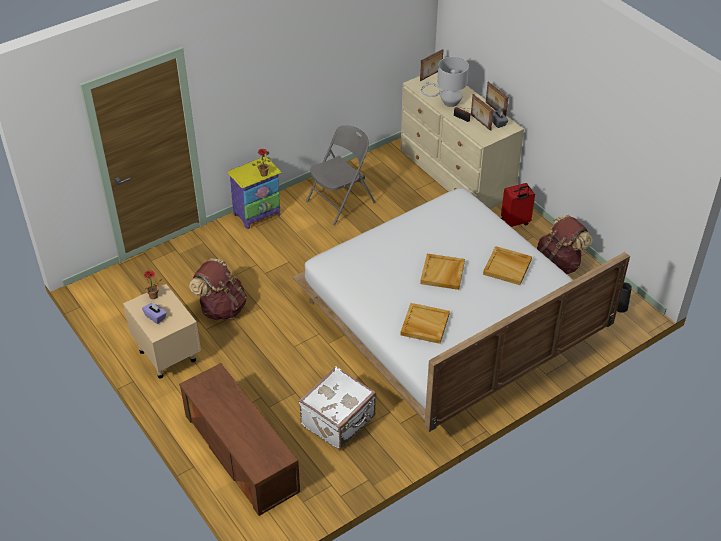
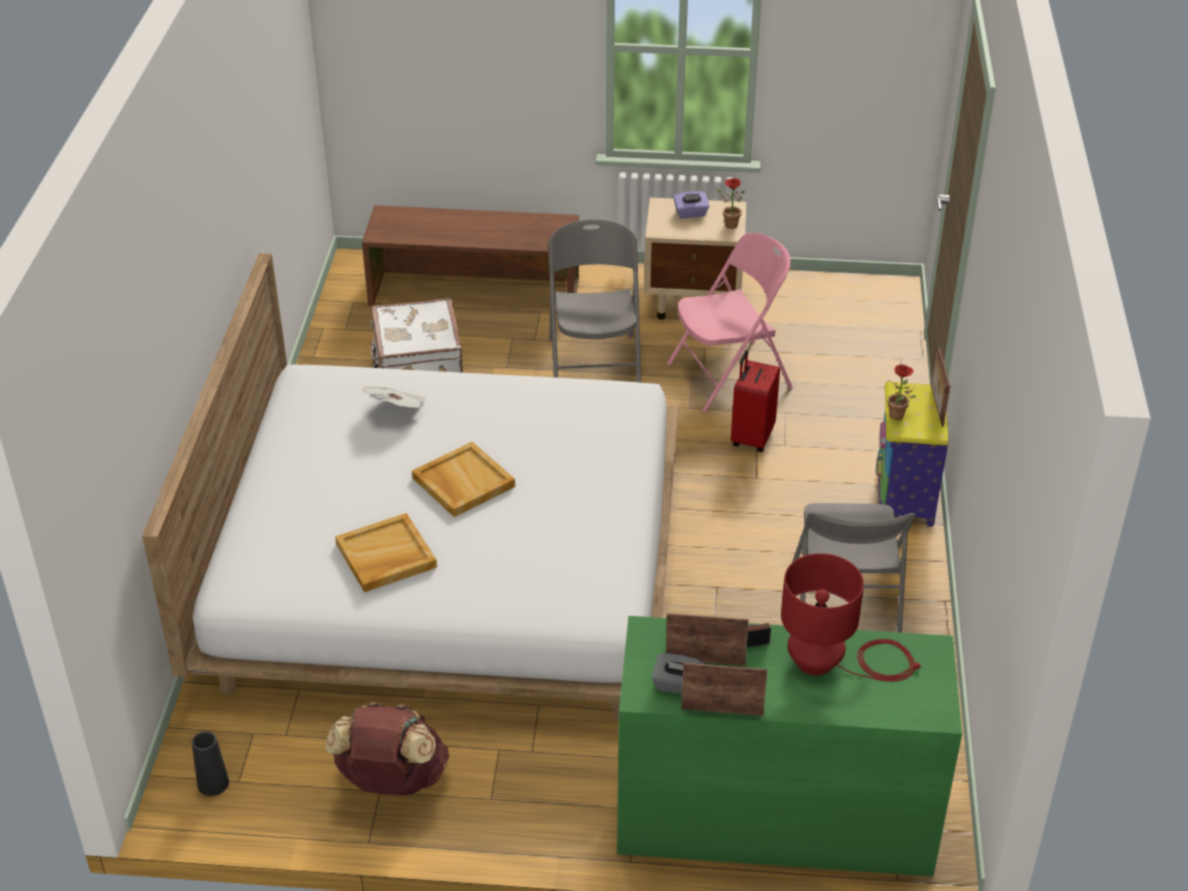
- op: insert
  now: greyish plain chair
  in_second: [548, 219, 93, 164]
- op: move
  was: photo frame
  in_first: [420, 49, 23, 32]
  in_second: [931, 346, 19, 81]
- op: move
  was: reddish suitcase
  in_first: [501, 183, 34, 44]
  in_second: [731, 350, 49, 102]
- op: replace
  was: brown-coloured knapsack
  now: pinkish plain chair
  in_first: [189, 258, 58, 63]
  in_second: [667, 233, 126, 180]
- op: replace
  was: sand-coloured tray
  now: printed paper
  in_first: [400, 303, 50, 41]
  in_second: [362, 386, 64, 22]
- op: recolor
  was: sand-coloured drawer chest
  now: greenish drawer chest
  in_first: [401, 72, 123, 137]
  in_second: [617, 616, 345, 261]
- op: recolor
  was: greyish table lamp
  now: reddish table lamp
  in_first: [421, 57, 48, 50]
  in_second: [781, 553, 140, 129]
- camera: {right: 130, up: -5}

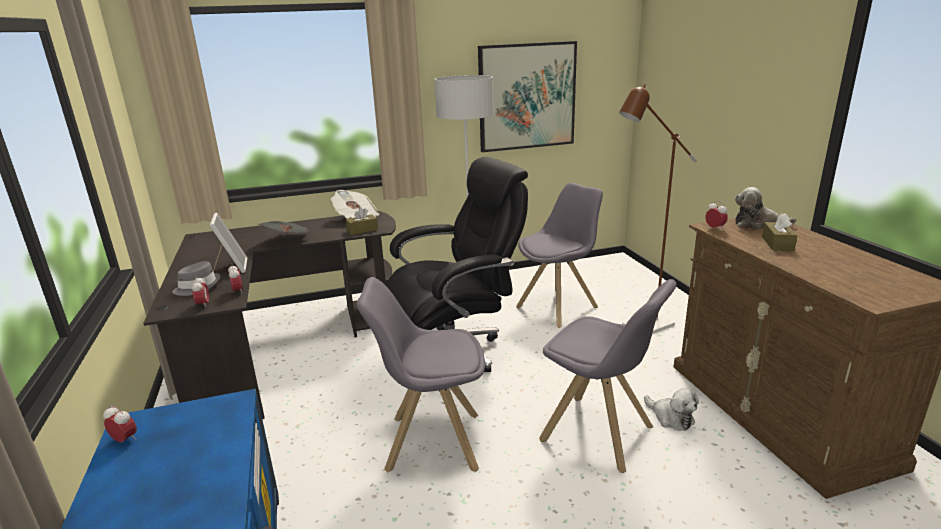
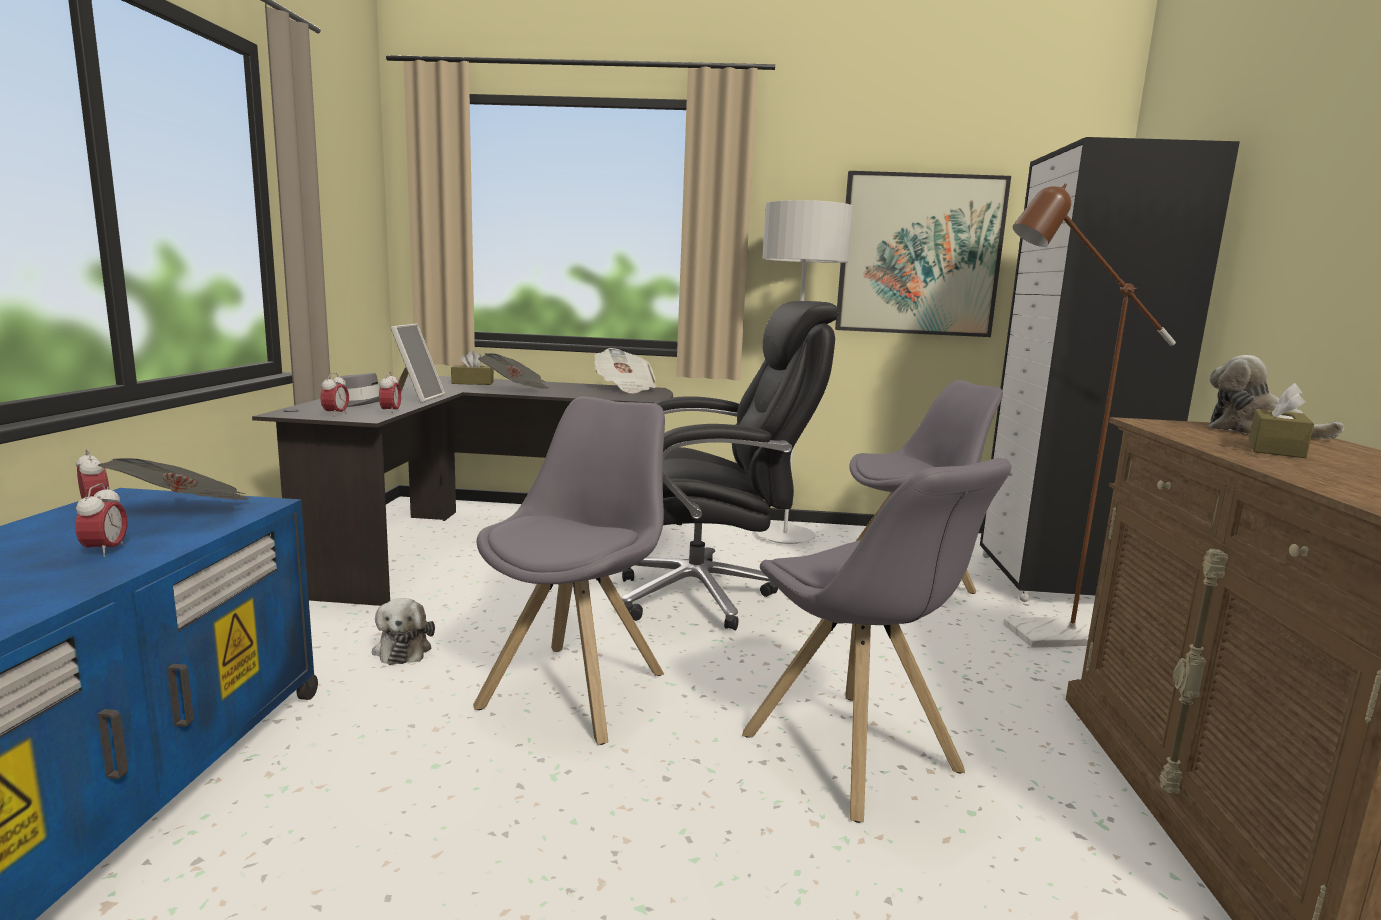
- op: insert
  now: printed paper
  in_second: [98, 458, 152, 42]
- op: insert
  now: armoire
  in_second: [980, 137, 260, 465]
- op: move
  was: brown-coloured box of tissues
  in_first: [346, 207, 32, 28]
  in_second: [451, 350, 43, 35]
- op: move
  was: plush toy
  in_first: [644, 388, 55, 43]
  in_second: [372, 598, 63, 67]
- op: move
  was: table clock
  in_first: [705, 201, 23, 29]
  in_second: [75, 483, 52, 74]
- op: rotate
  was: greyish plain chair
  in_first: [357, 277, 128, 195]
  in_second: [473, 396, 192, 349]
  clockwise: 90
- camera: {right: 20, up: -10}

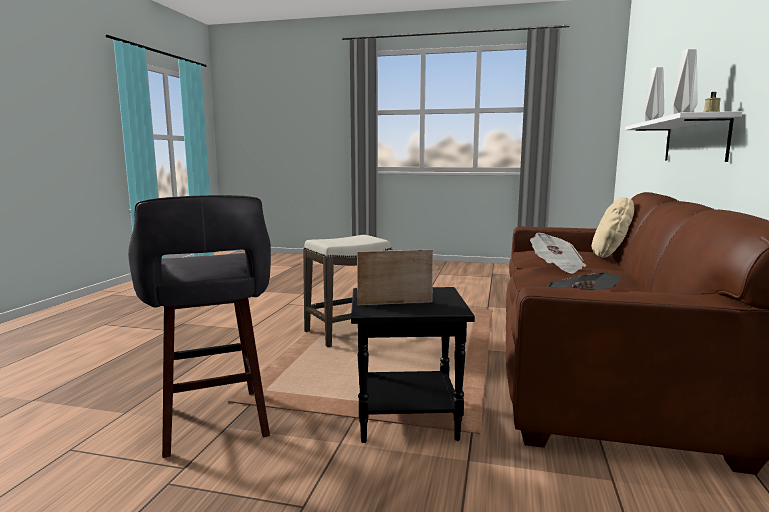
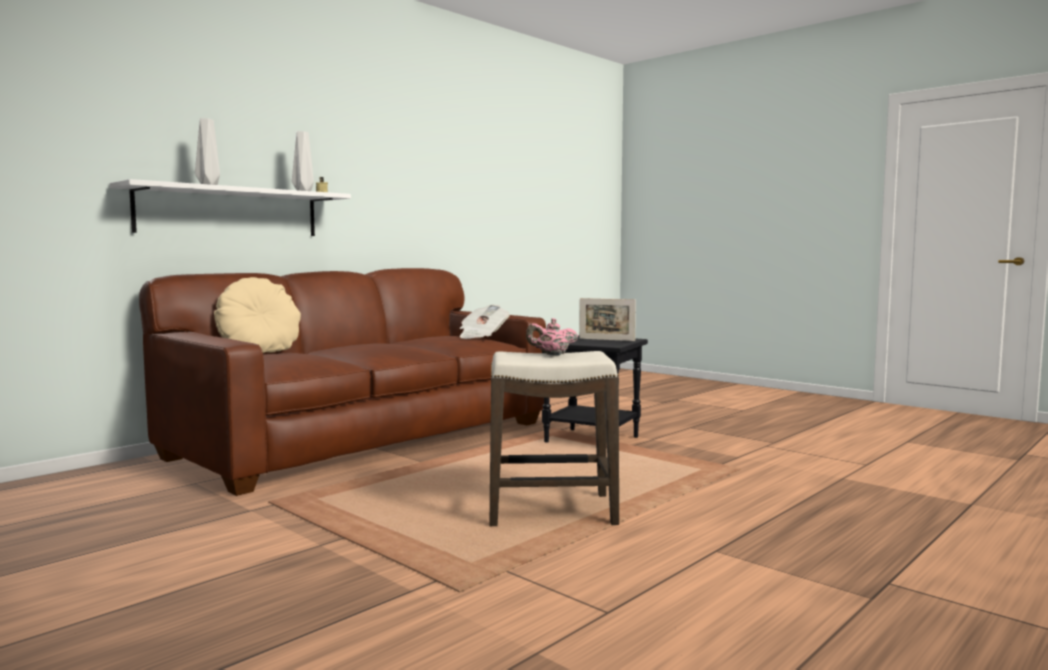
- op: delete
  was: greyish stool seat
  in_first: [128, 195, 143, 263]
- op: delete
  was: printed paper
  in_first: [530, 233, 57, 41]
- op: insert
  now: pinkish teapot
  in_second: [526, 318, 52, 38]
- camera: {right: -150, up: -5}

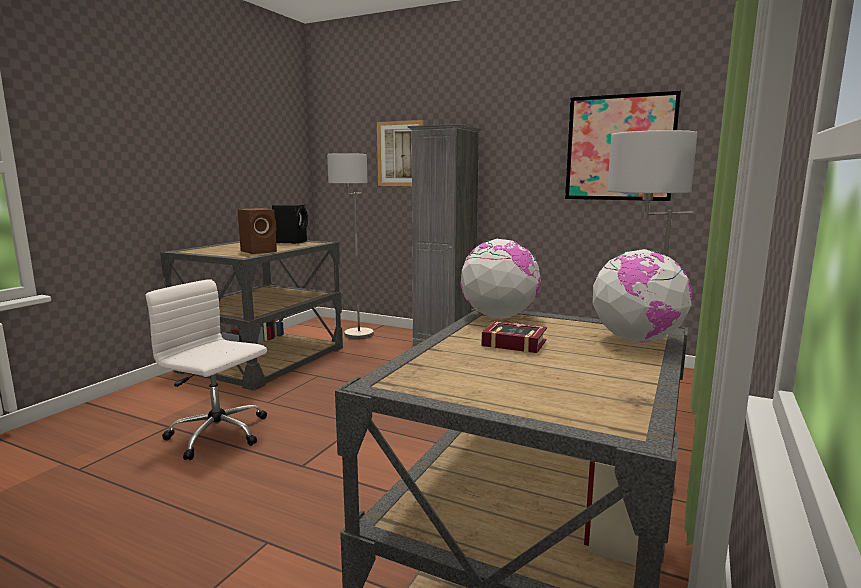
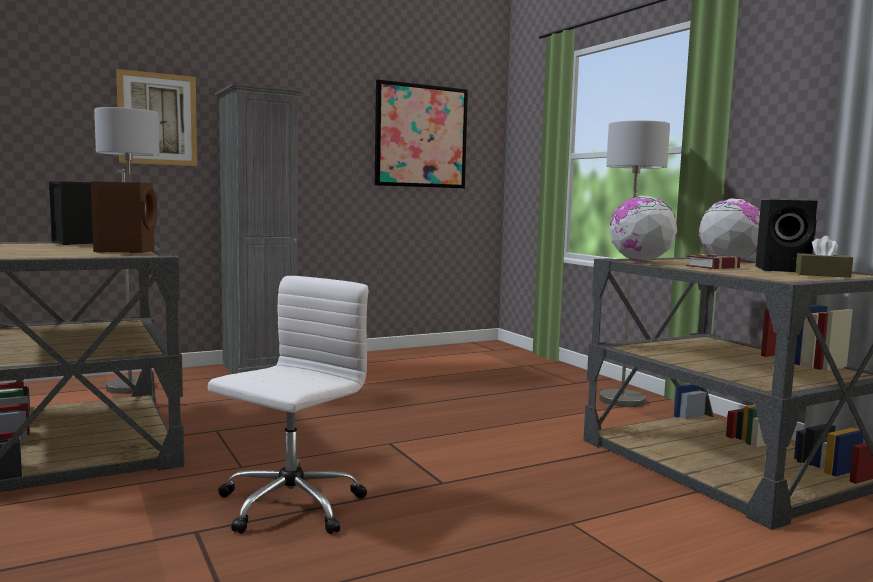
- op: insert
  now: blackish loudspeaker
  in_second: [756, 200, 61, 72]
- op: insert
  now: brown-coloured box of tissues
  in_second: [796, 236, 57, 42]
- op: rotate
  was: white office chair
  in_first: [146, 279, 121, 181]
  in_second: [208, 276, 160, 258]
  clockwise: 150
- camera: {right: -55, up: -5}

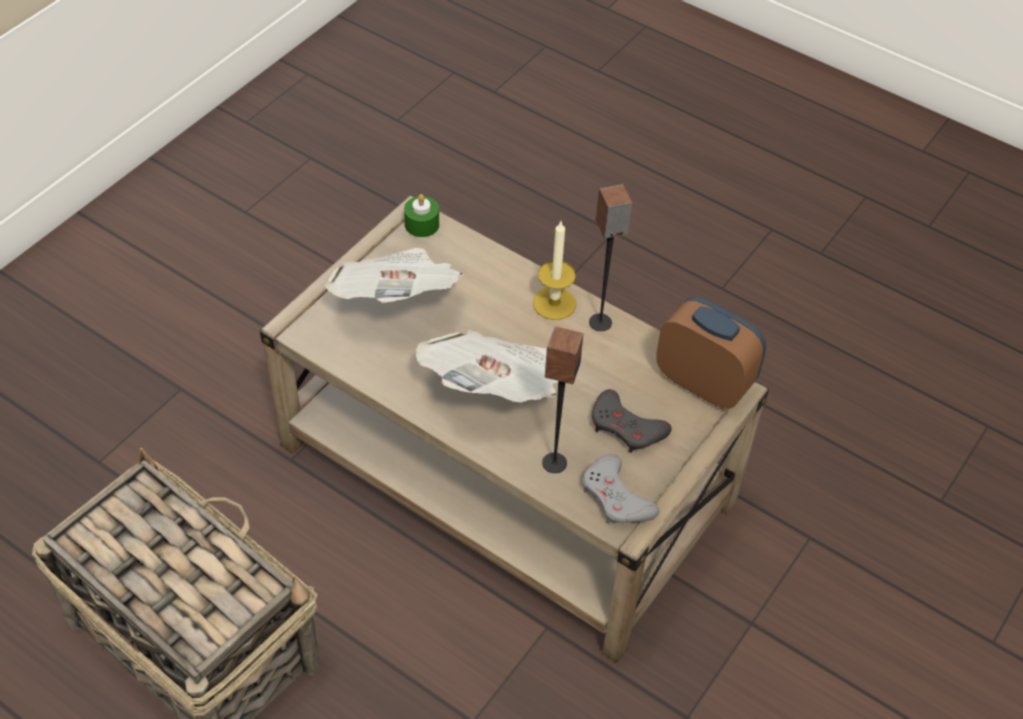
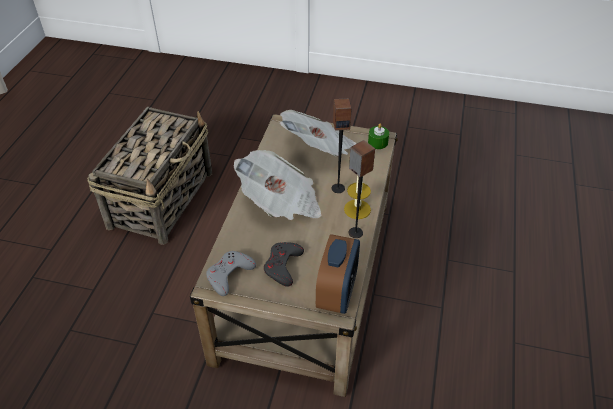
- op: move
  was: loudspeaker
  in_first: [542, 327, 41, 146]
  in_second: [331, 98, 21, 95]
- camera: {right: 70, up: -5}

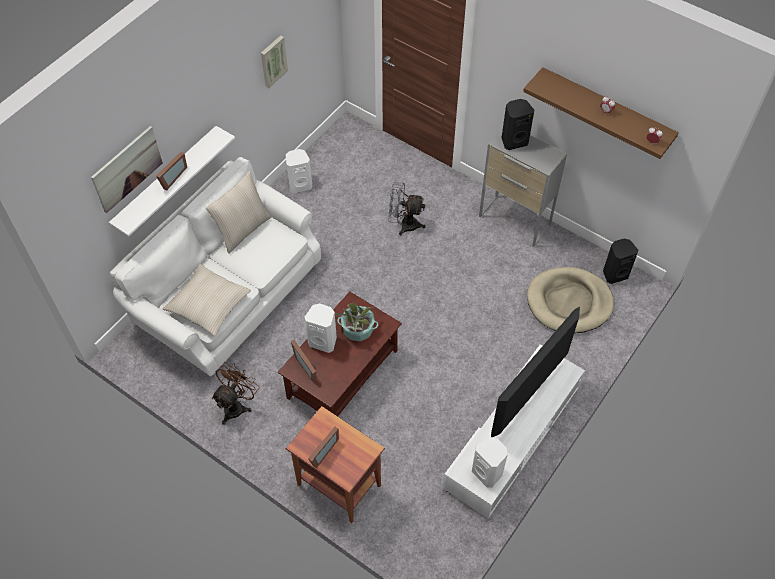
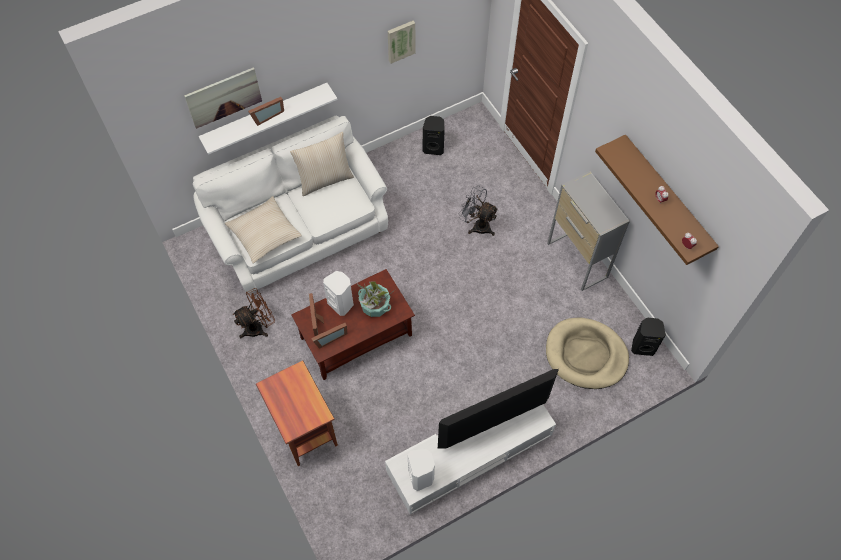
- op: delete
  was: white loudspeaker
  in_first: [286, 149, 26, 44]
- op: move
  was: photo frame
  in_first: [308, 427, 31, 41]
  in_second: [311, 323, 36, 26]
- op: move
  was: blackish loudspeaker
  in_first: [501, 99, 33, 51]
  in_second: [423, 116, 22, 39]
- camera: {right: 25, up: 5}

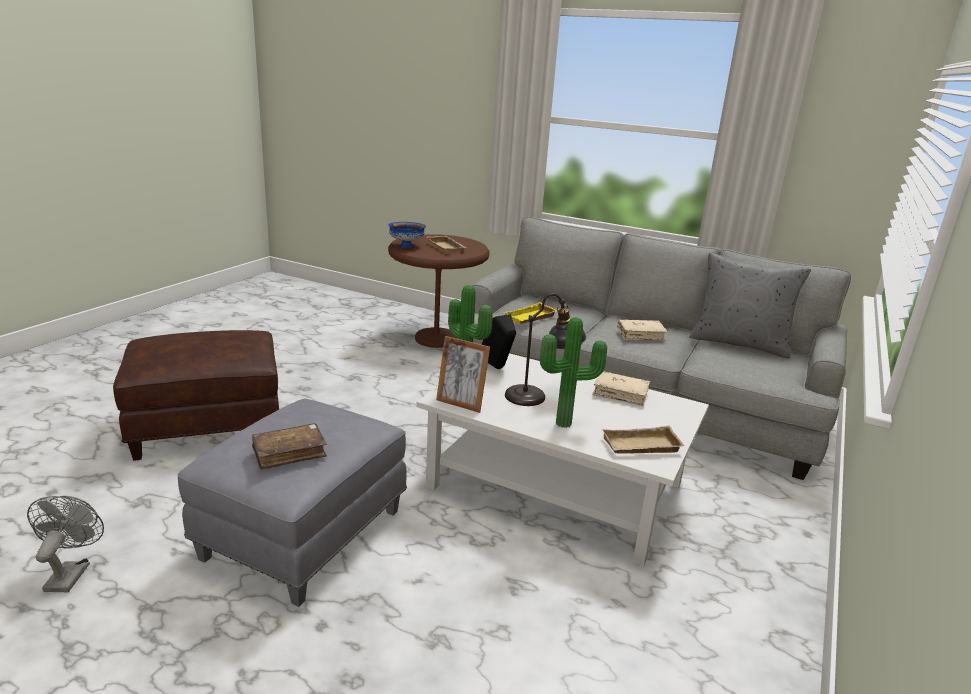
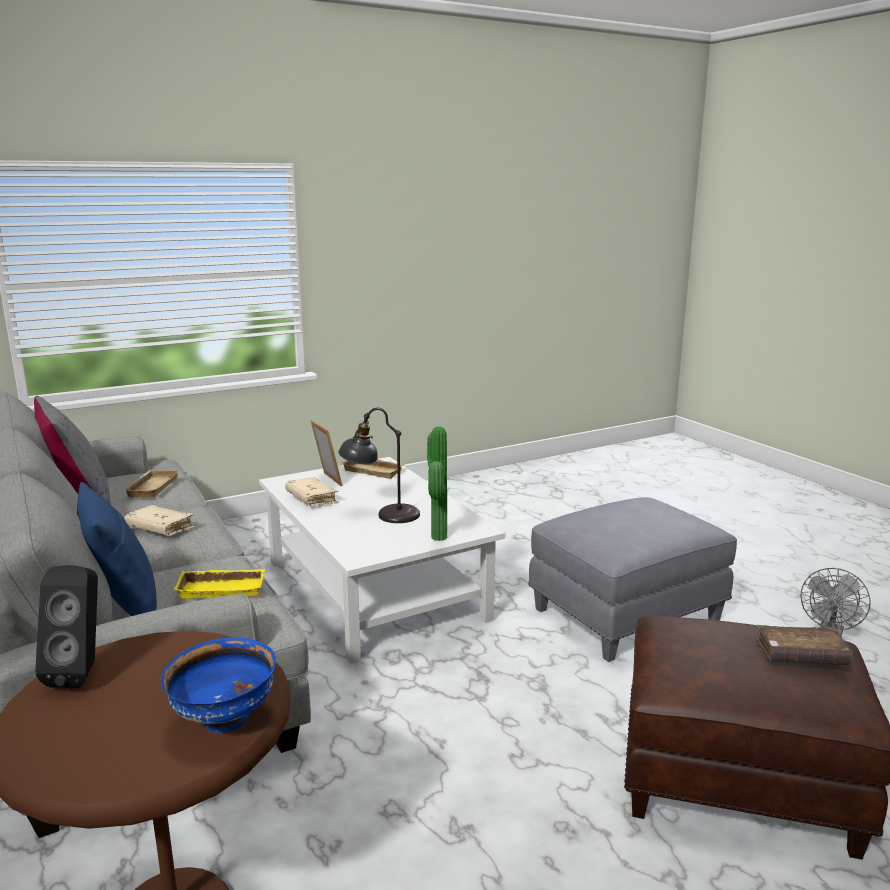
- op: delete
  was: houseplant
  in_first: [540, 317, 67, 111]
- op: insert
  now: bluish throw pillow
  in_second: [77, 482, 80, 134]
- op: move
  was: brown-coloured book
  in_first: [252, 423, 75, 47]
  in_second: [755, 625, 97, 40]
- op: move
  was: sand-coloured tray
  in_first: [426, 236, 40, 18]
  in_second: [124, 470, 55, 28]
- op: move
  was: photo frame
  in_first: [436, 336, 54, 77]
  in_second: [311, 420, 32, 66]
- op: move
  was: blackish loudspeaker
  in_first: [482, 314, 34, 55]
  in_second: [35, 565, 63, 123]
- camera: {right: -145, up: -5}

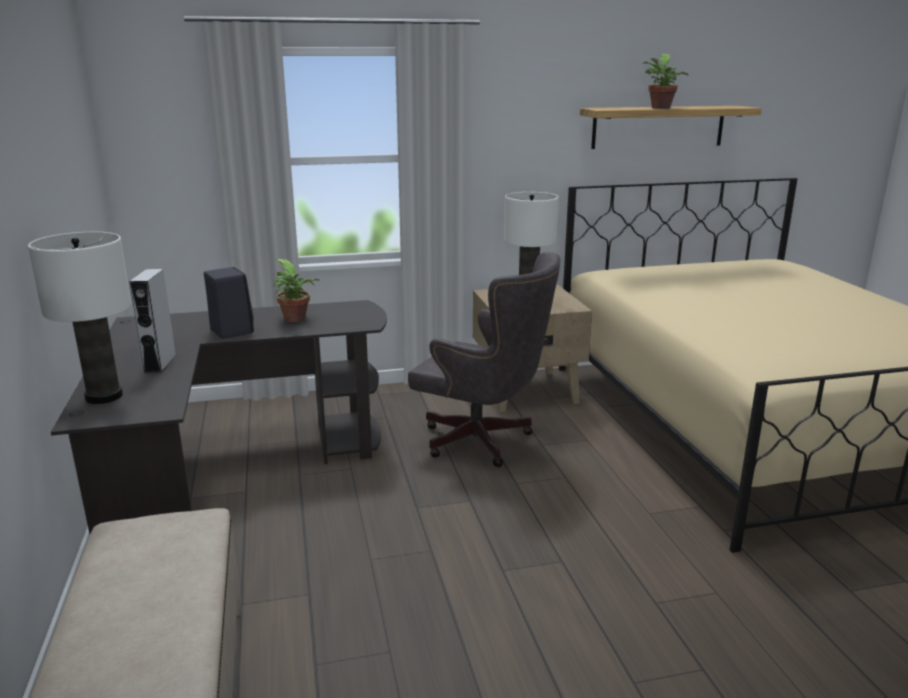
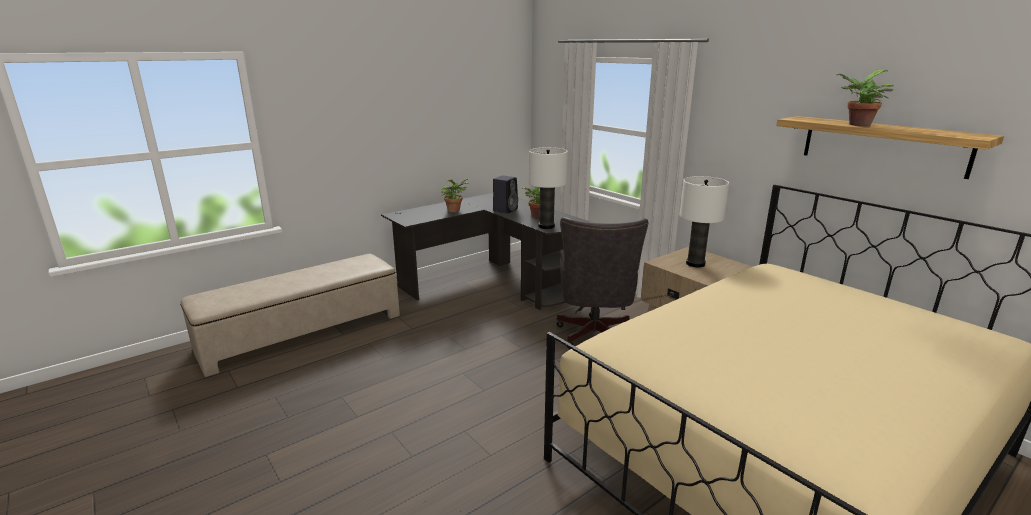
- op: move
  was: white table lamp
  in_first: [28, 232, 103, 172]
  in_second: [528, 147, 40, 82]
- op: replace
  was: greyish loudspeaker
  now: houseplant
  in_first: [129, 269, 48, 104]
  in_second: [441, 178, 28, 34]
- camera: {right: 65, up: 0}

